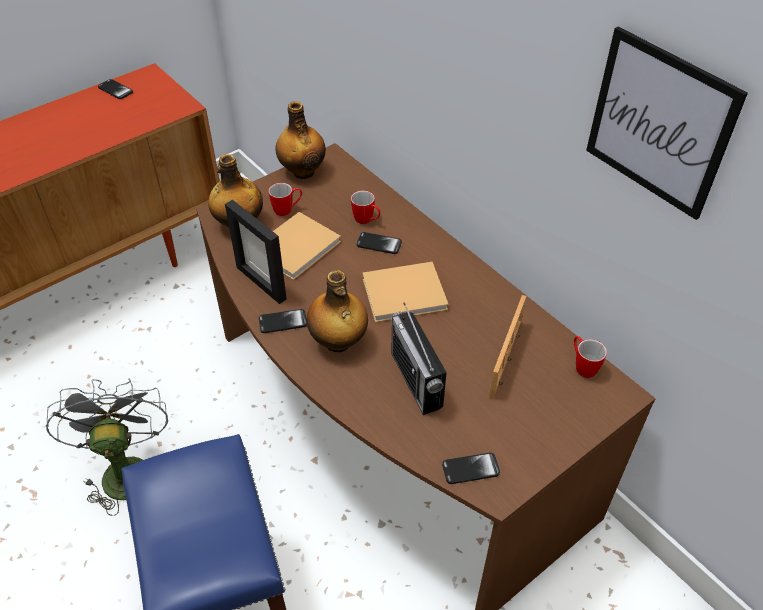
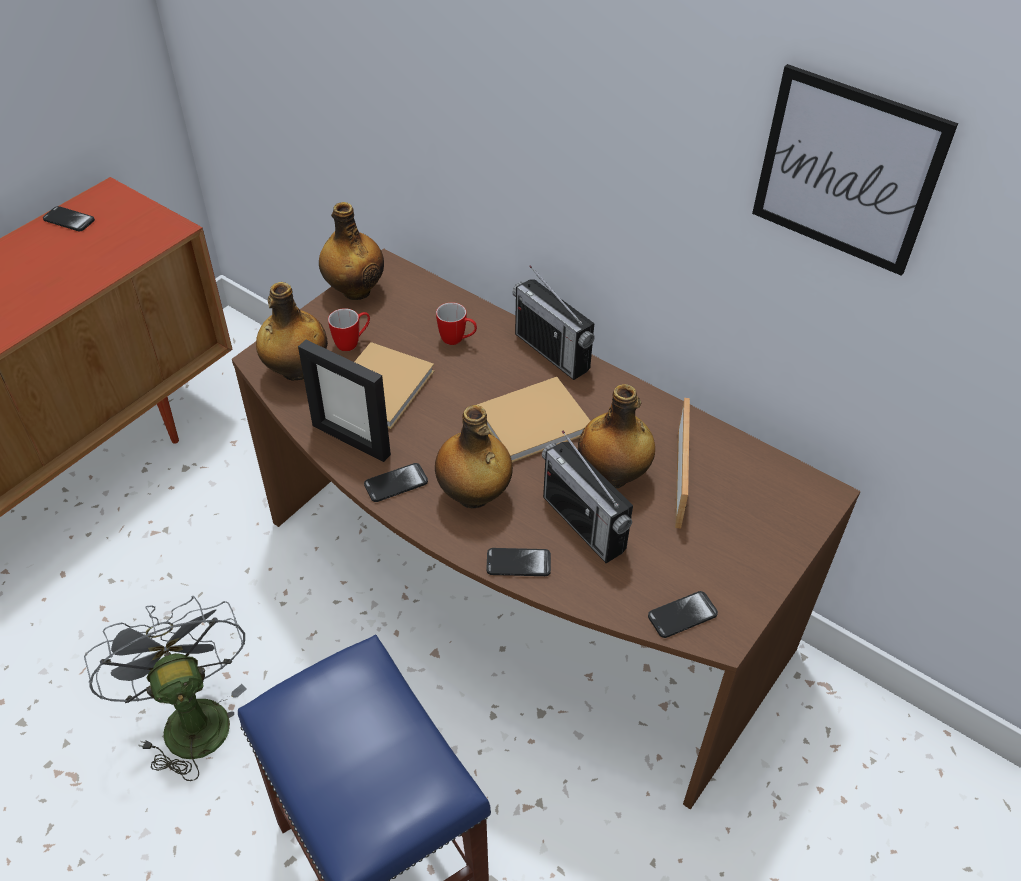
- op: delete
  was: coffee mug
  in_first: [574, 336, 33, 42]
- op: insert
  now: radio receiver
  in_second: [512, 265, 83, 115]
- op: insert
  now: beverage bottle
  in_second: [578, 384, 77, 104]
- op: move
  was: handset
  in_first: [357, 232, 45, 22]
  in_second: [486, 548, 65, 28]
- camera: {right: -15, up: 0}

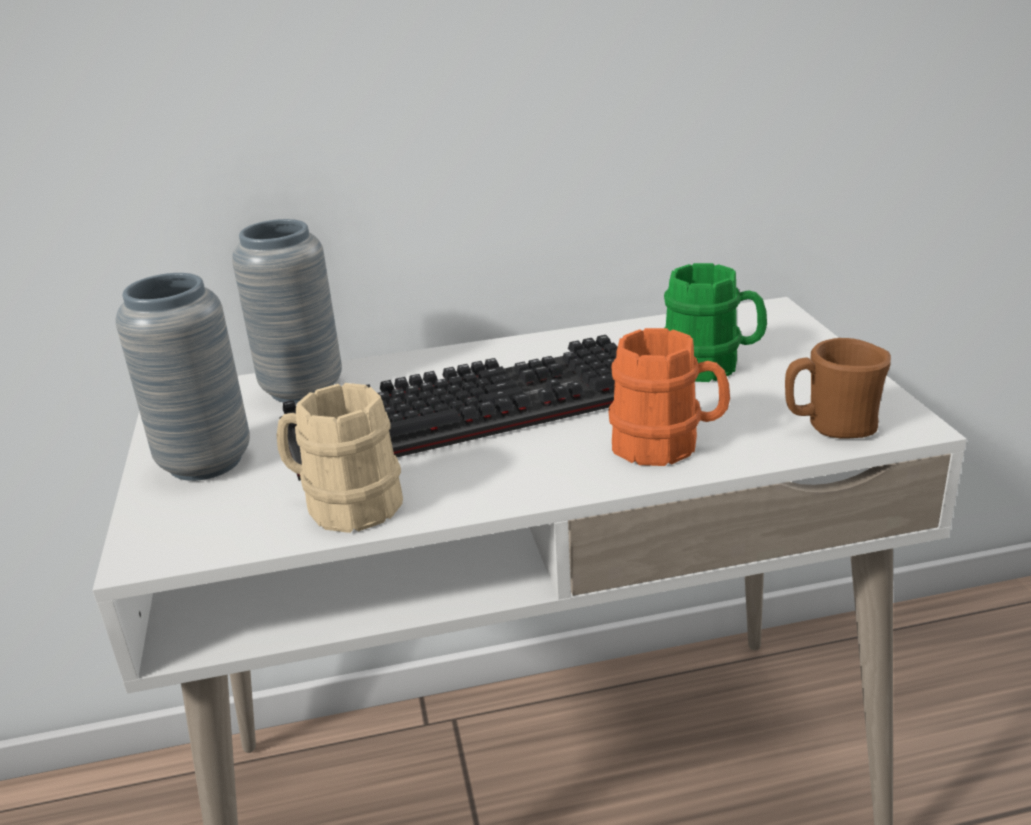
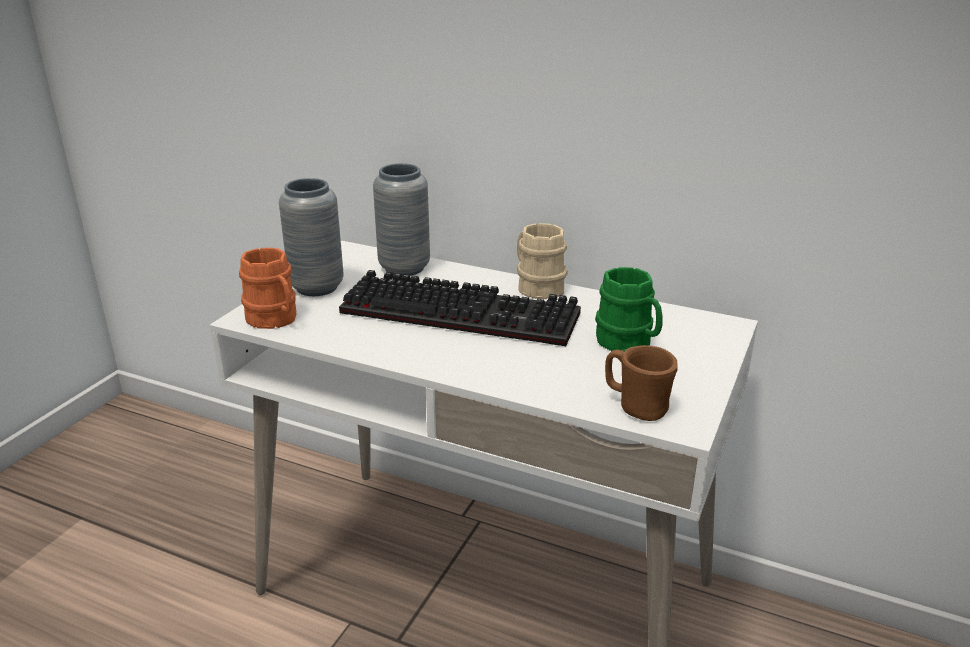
- op: move
  was: sand-coloured coffee mug
  in_first: [277, 383, 126, 150]
  in_second: [517, 223, 51, 76]
- op: move
  was: orange-coloured coffee mug
  in_first: [608, 328, 122, 138]
  in_second: [239, 248, 57, 81]
- camera: {right: 35, up: 0}

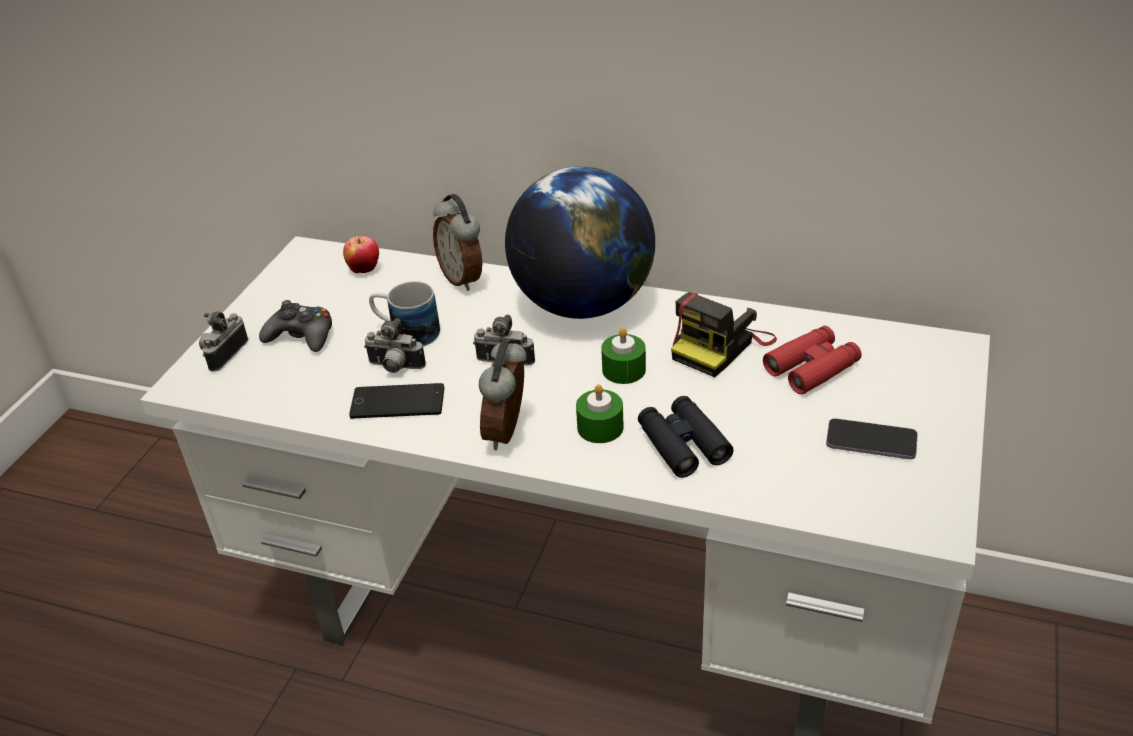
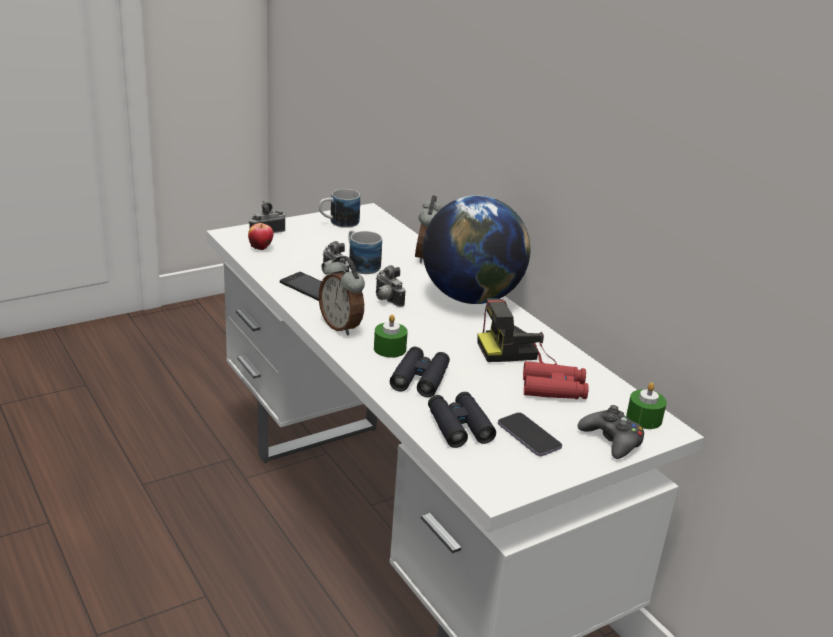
- op: insert
  now: coffee mug
  in_second: [319, 189, 41, 39]
- op: insert
  now: blackish binoculars
  in_second: [428, 392, 68, 56]
- op: move
  was: blackish gamepad
  in_first: [259, 300, 73, 52]
  in_second: [578, 405, 66, 54]
- op: move
  was: apple
  in_first: [343, 236, 36, 37]
  in_second: [248, 223, 25, 27]
- op: move
  was: greenish wax light
  in_first: [601, 328, 45, 56]
  in_second: [626, 382, 41, 47]
- op: rotate
  was: table clock
  in_first: [479, 339, 48, 111]
  in_second: [319, 256, 46, 80]
  clockwise: -90
- camera: {right: 35, up: -10}

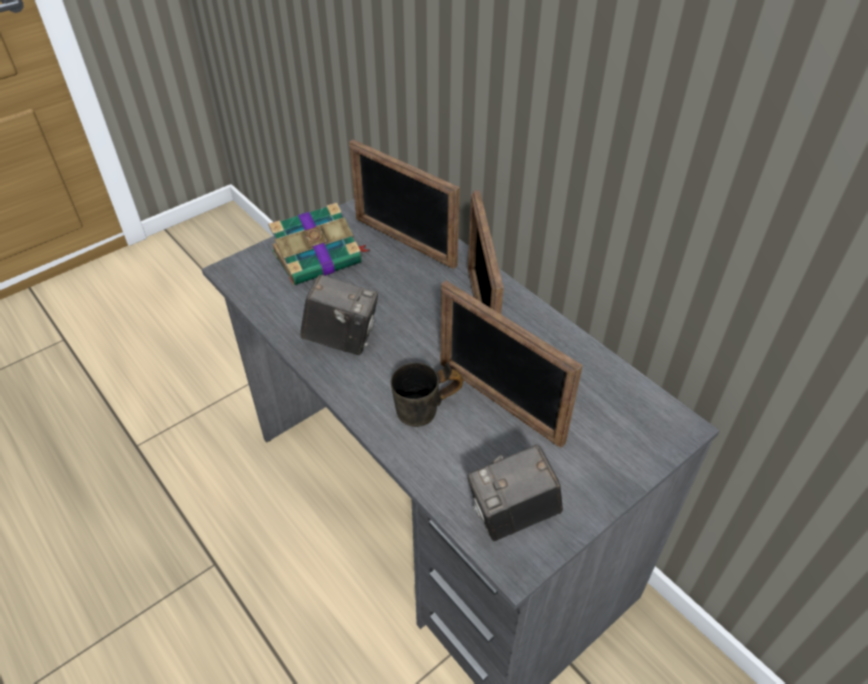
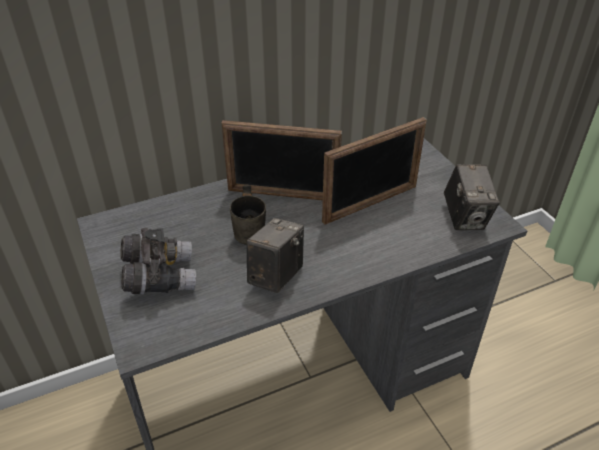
- op: delete
  was: photo frame
  in_first: [349, 139, 111, 130]
- op: move
  was: greyish coffee mug
  in_first: [391, 362, 72, 65]
  in_second: [230, 185, 36, 60]
- op: replace
  was: book
  now: greyish binoculars
  in_first: [268, 203, 102, 83]
  in_second: [120, 227, 76, 67]
- camera: {right: -75, up: -5}

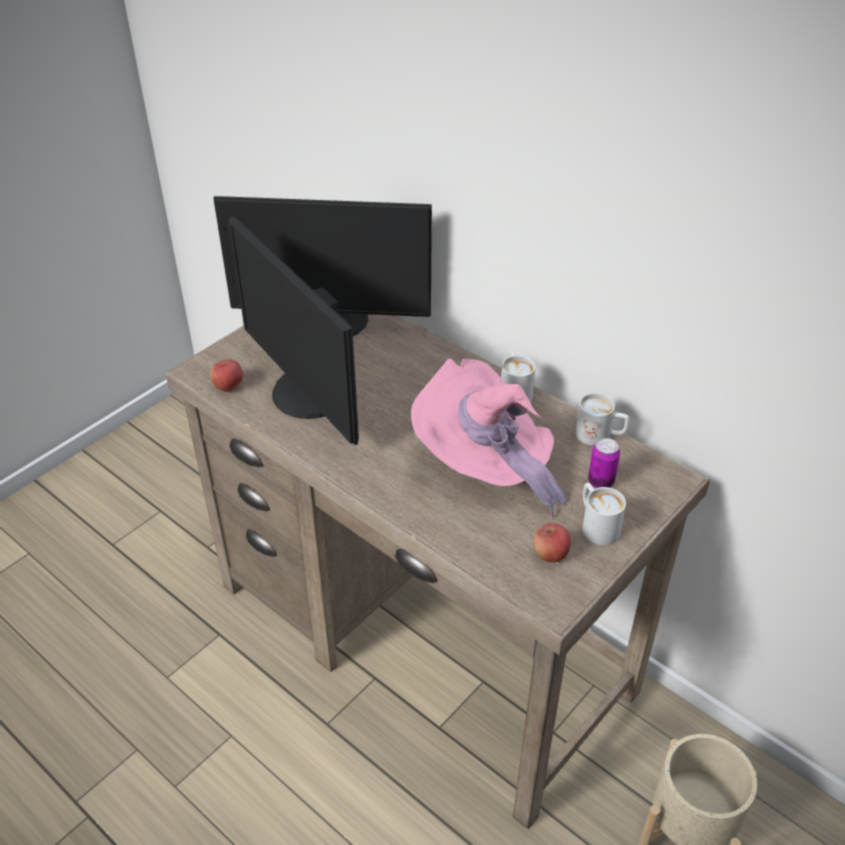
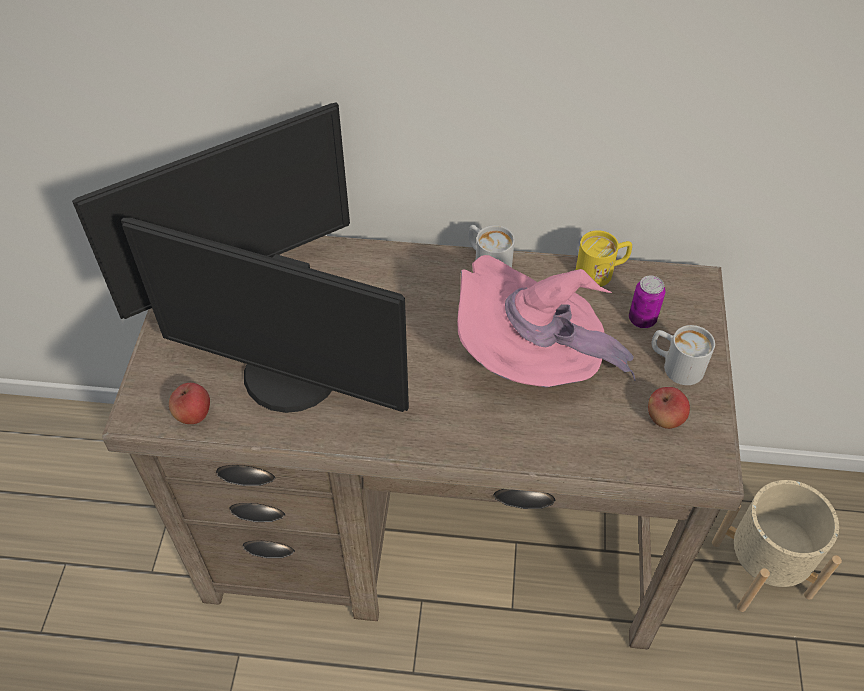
- op: recolor
  was: white coffee mug
  now: yellow coffee mug
  in_first: [576, 393, 53, 53]
  in_second: [576, 230, 56, 57]
- camera: {right: -35, up: 10}

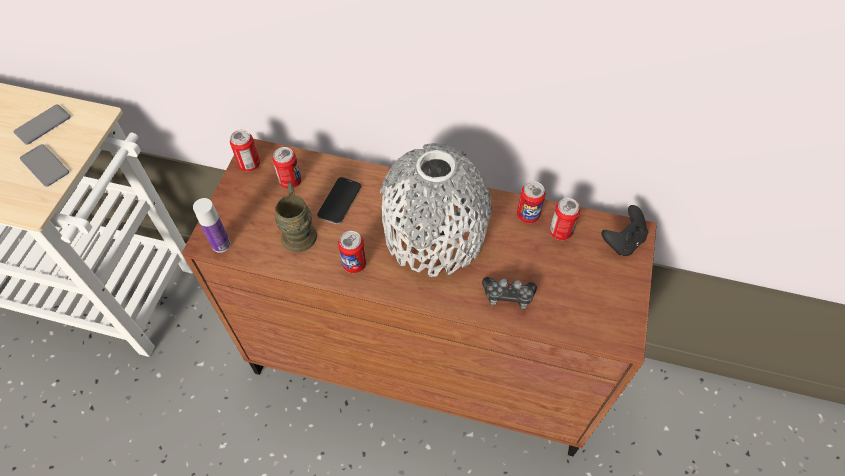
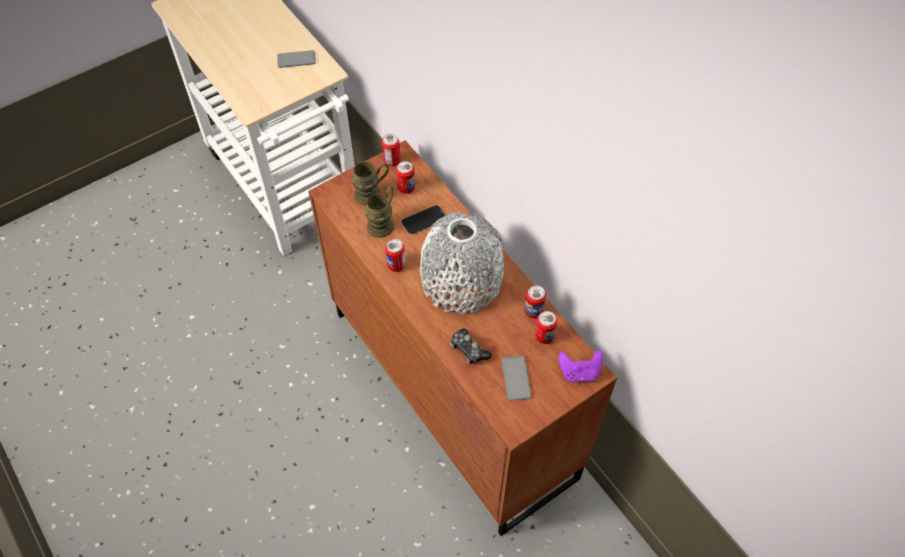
- op: delete
  was: beverage bottle
  in_first: [193, 198, 38, 55]
- op: insert
  now: brown-coloured coffee mug
  in_second: [352, 162, 37, 43]
- op: move
  was: handset
  in_first: [20, 144, 49, 43]
  in_second: [501, 356, 30, 45]
- op: recolor
  was: blackish gamepad
  now: purplish gamepad
  in_first: [601, 205, 47, 51]
  in_second: [559, 350, 44, 33]
- camera: {right: 40, up: 0}

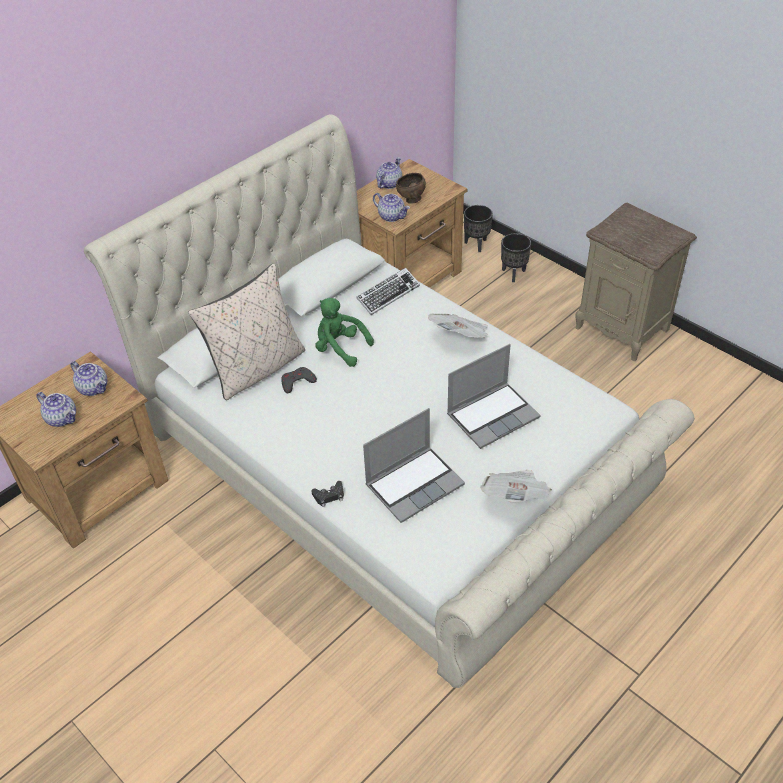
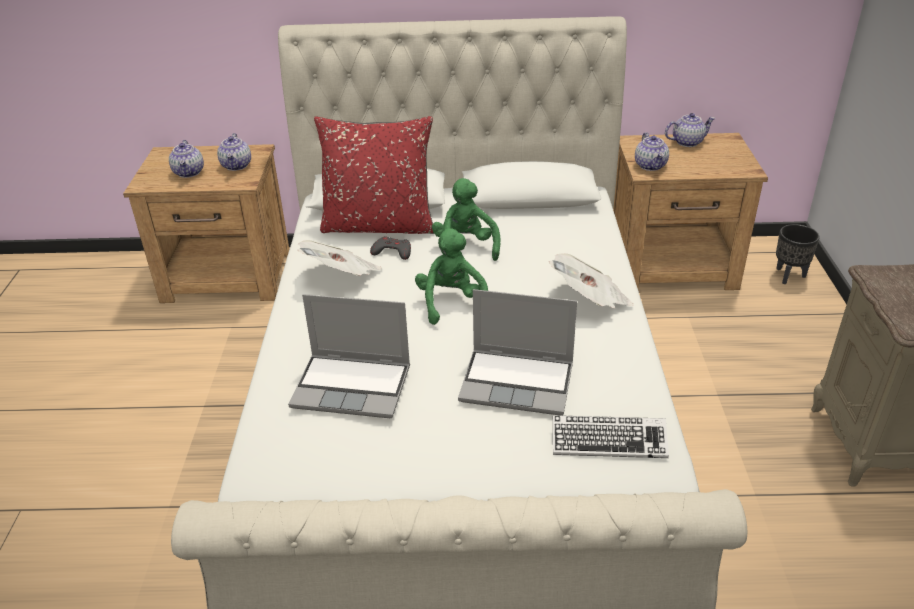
- op: delete
  was: blackish gamepad
  in_first: [312, 481, 32, 26]
- op: delete
  was: brown-coloured serving bowl
  in_first: [396, 173, 30, 31]
- op: delete
  was: blackish flower pot
  in_first: [501, 233, 30, 49]
- op: insert
  now: greenish plush toy
  in_second: [415, 228, 73, 97]
- op: move
  was: computer keyboard
  in_first: [356, 268, 64, 47]
  in_second: [553, 415, 116, 43]
- op: move
  was: printed paper
  in_first: [480, 470, 72, 32]
  in_second: [297, 240, 85, 36]
- op: recolor
  was: sand-coloured throw pillow
  now: reddish throw pillow
  in_first: [188, 264, 117, 136]
  in_second: [314, 116, 120, 118]
- camera: {right: 45, up: -10}

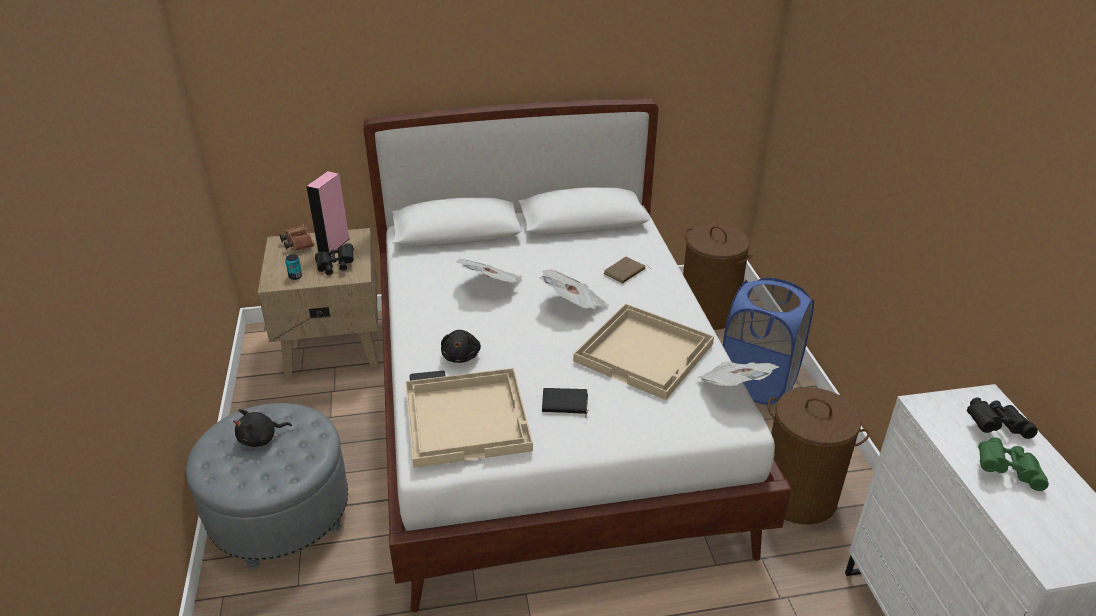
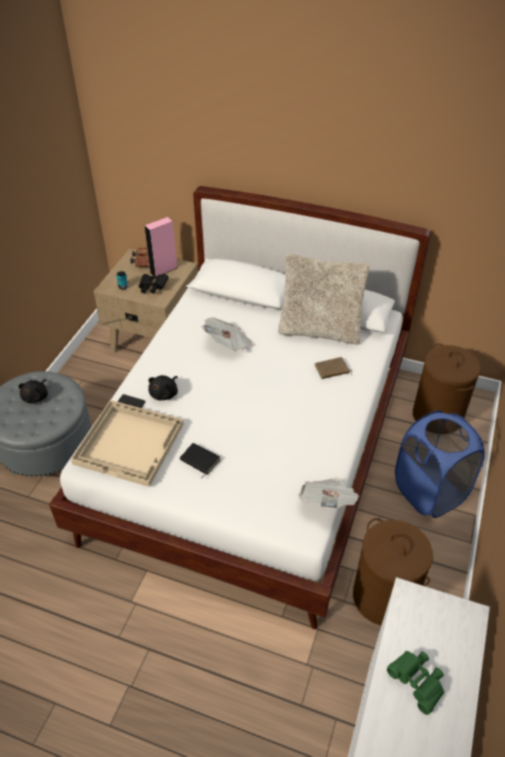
- op: delete
  was: printed paper
  in_first: [539, 270, 70, 39]
- op: delete
  was: sand-coloured tray
  in_first: [573, 303, 141, 97]
- op: delete
  was: blackish binoculars
  in_first: [967, 397, 71, 42]
- op: insert
  now: sand-coloured throw pillow
  in_second: [278, 253, 92, 91]
- op: rotate
  was: blackish plush toy
  in_first: [233, 409, 59, 38]
  in_second: [18, 379, 30, 24]
  clockwise: -75
- camera: {right: 30, up: 10}

